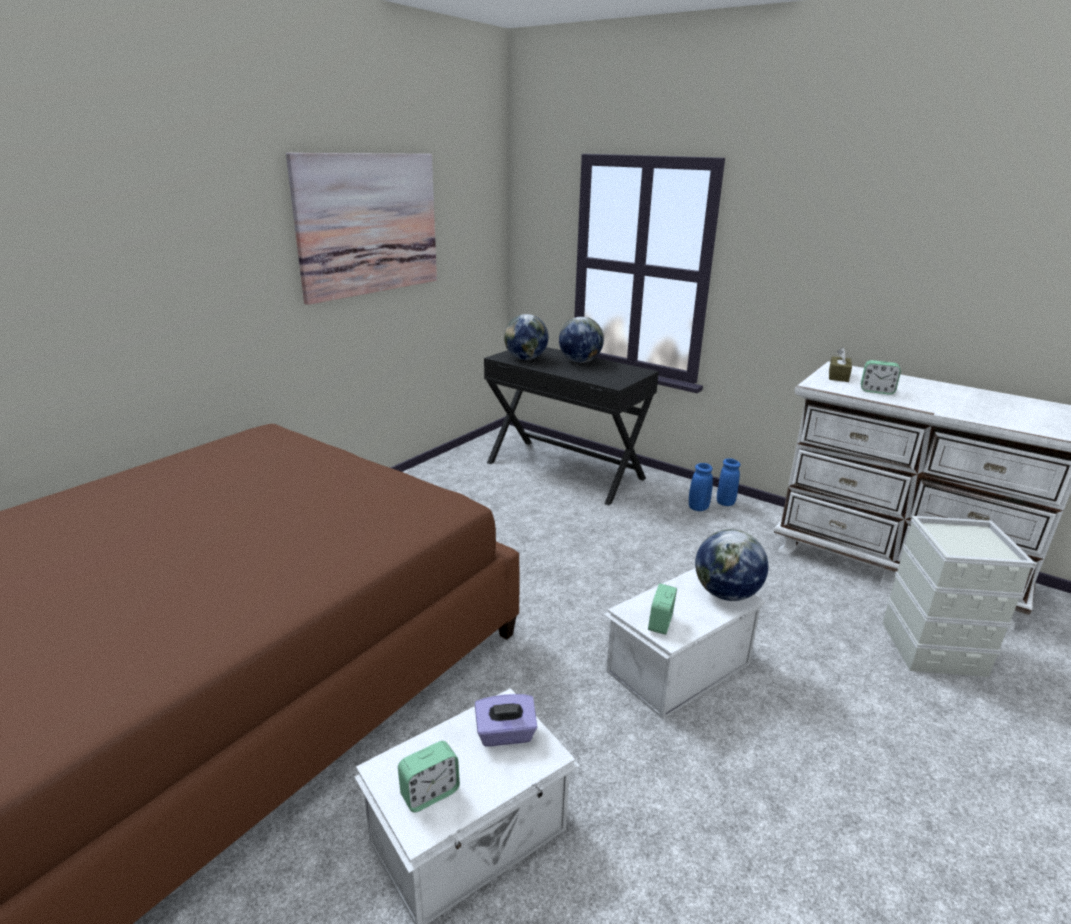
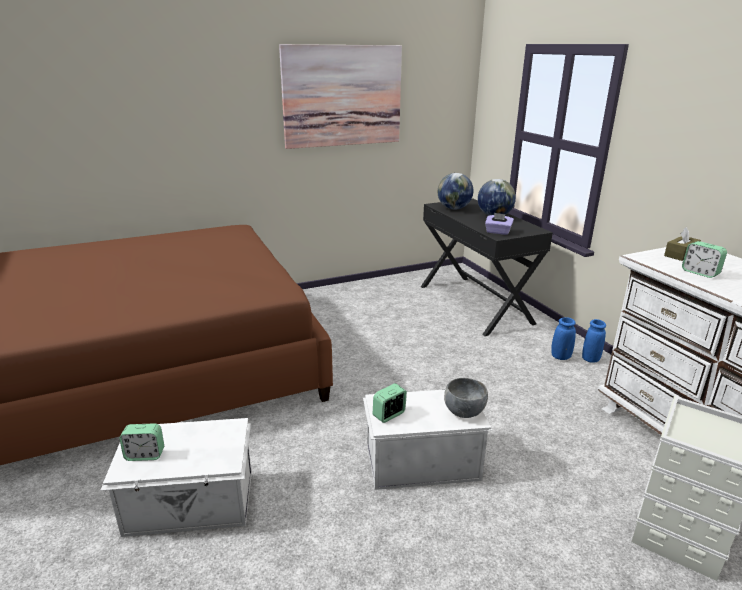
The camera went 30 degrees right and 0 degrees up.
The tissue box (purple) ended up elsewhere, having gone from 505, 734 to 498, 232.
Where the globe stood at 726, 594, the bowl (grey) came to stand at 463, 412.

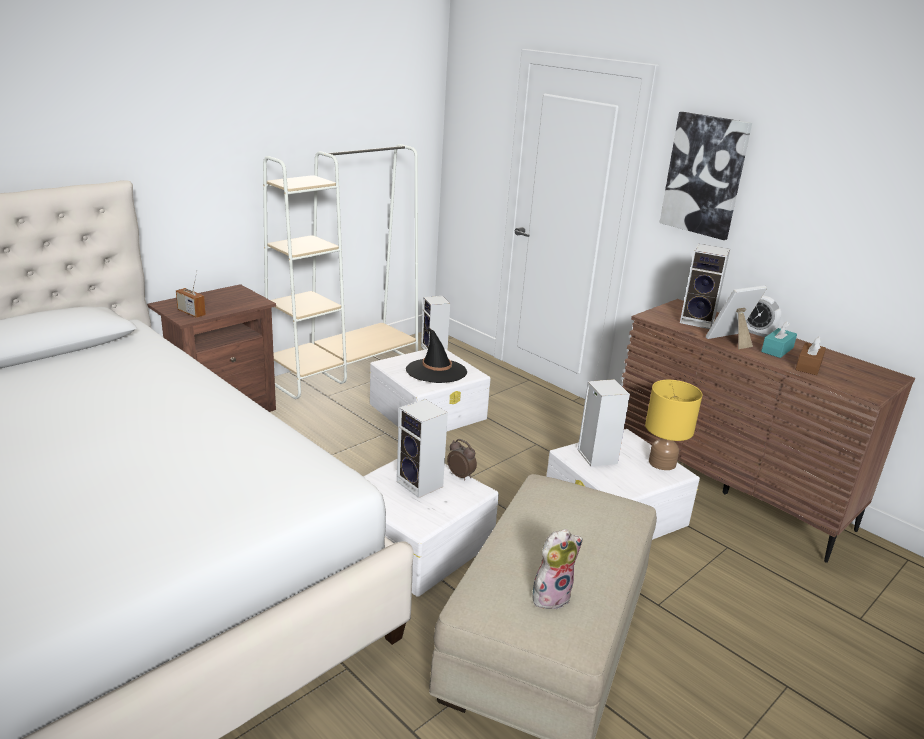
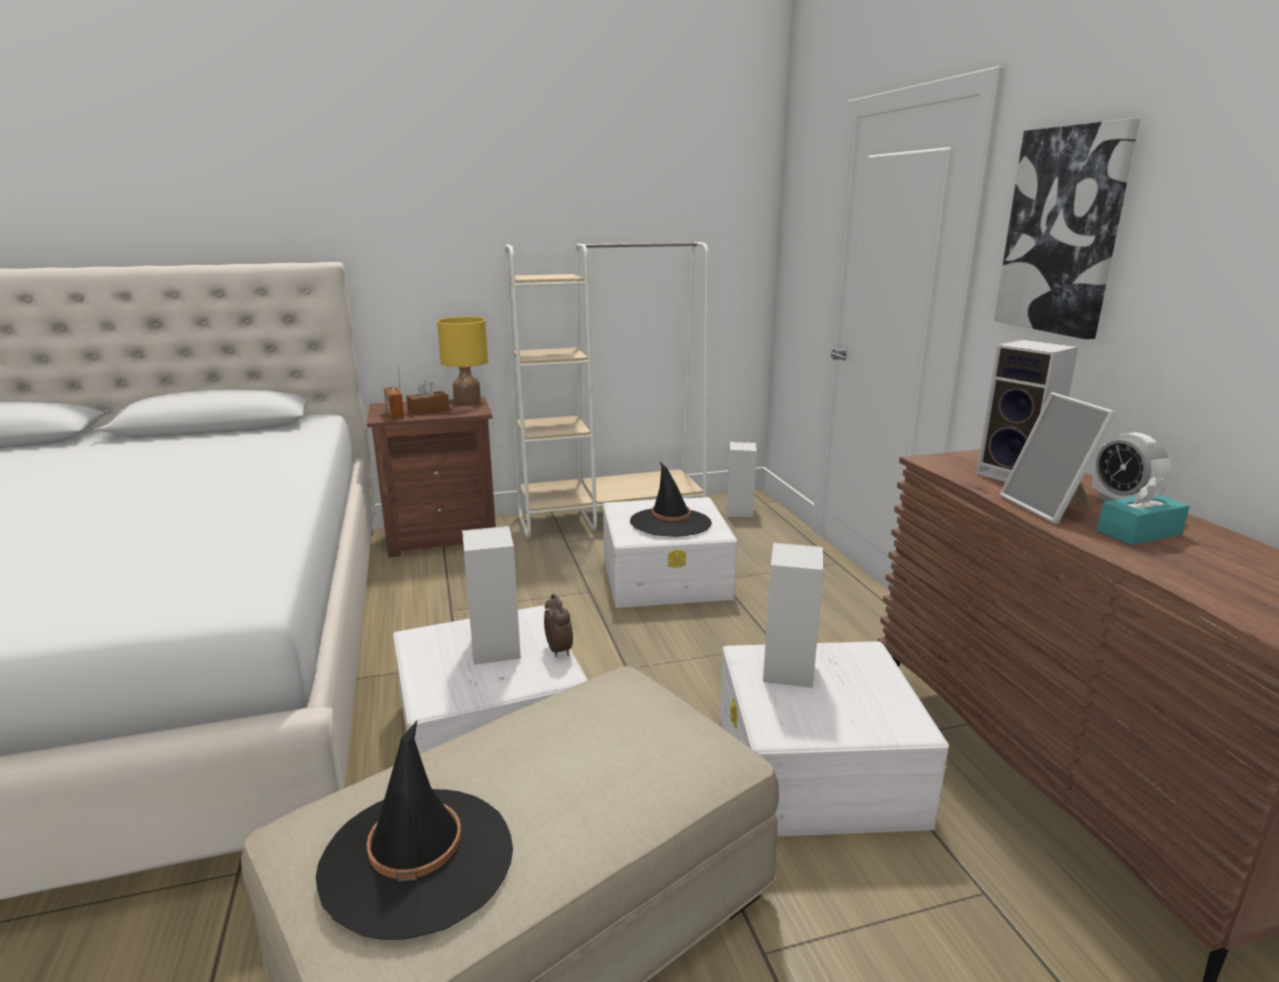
The camera went 30 degrees right and 5 degrees down.
The table lamp (yellow) ended up elsewhere, having gone from 661, 463 to 467, 400.
The tissue box (brown) ended up elsewhere, having gone from 808, 366 to 428, 410.
Where the plush toy stood at 551, 595, the hat (black) came to stand at 418, 859.
The picture frame at 731, 341 ended up facing another way, 105 degrees counterclockwise from before.

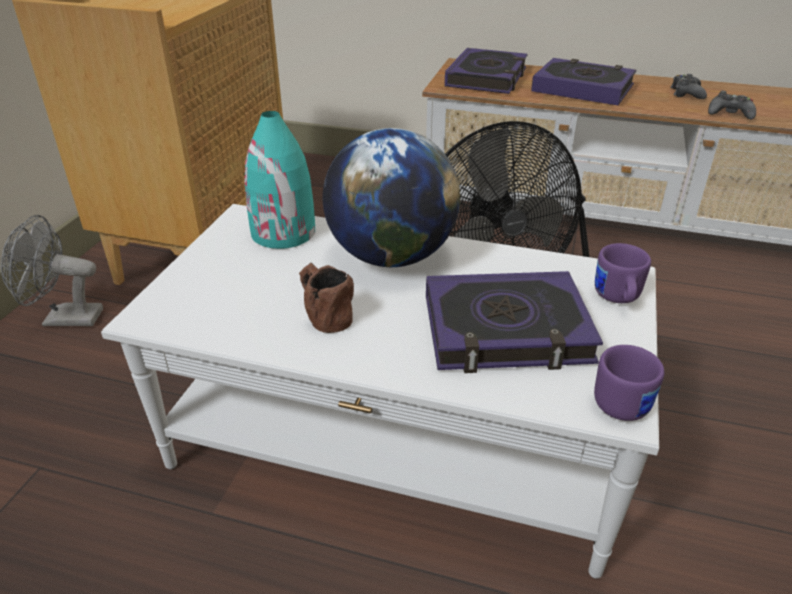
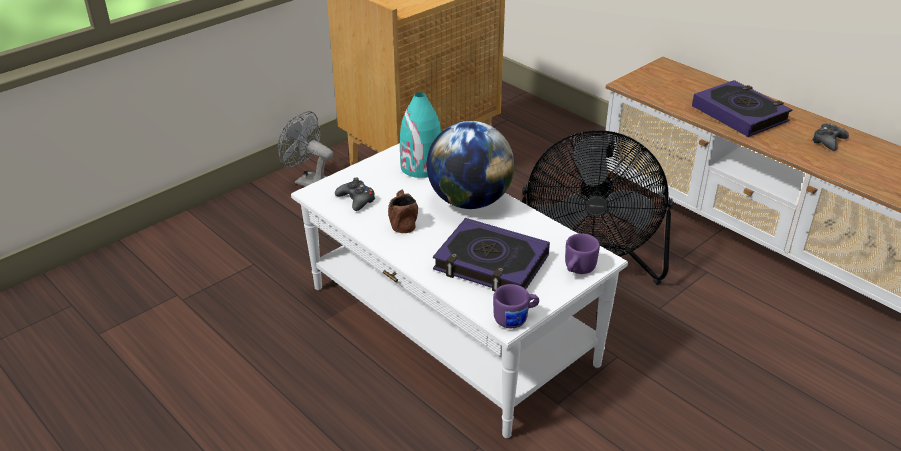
The camera went 30 degrees right and 0 degrees up.
The second view lost the book at 487, 78.
The game controller (black) ended up elsewhere, having gone from 730, 113 to 356, 200.

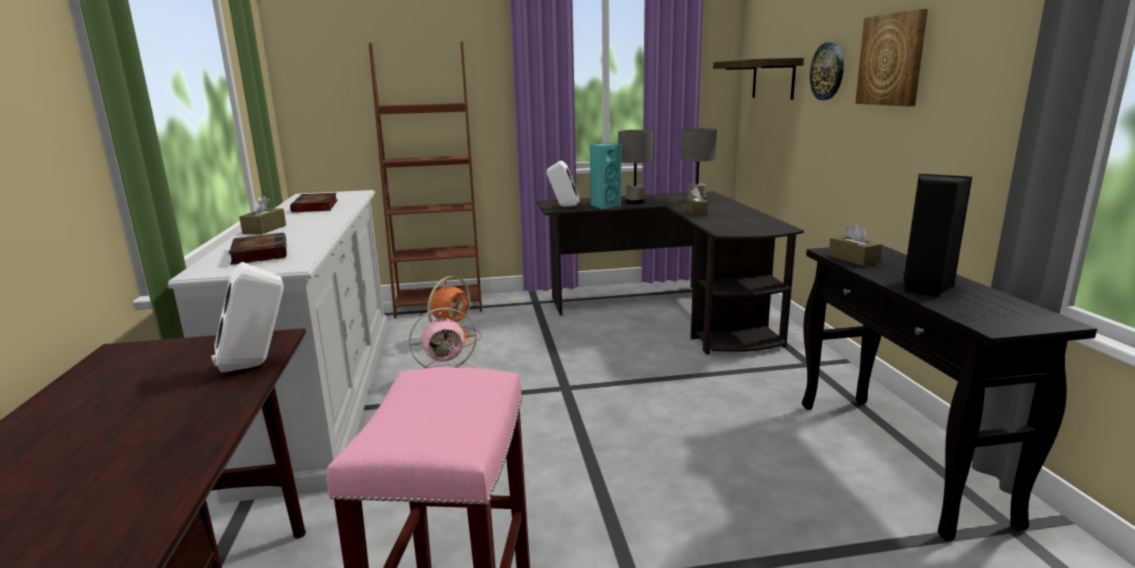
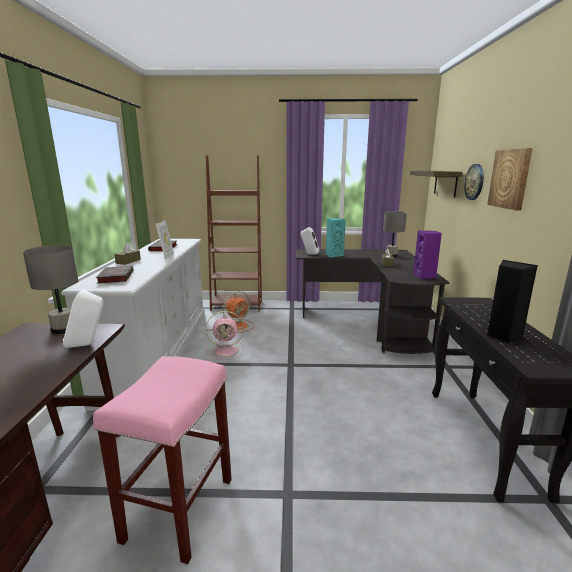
The camera went 10 degrees right and 0 degrees up.
The second view lost the tissue box (brown) at 853, 259.
The second view gained the picture frame at 166, 256.
The second view gained the speaker (purple) at 424, 276.
The table lamp (grey) ended up elsewhere, having gone from 635, 202 to 64, 329.

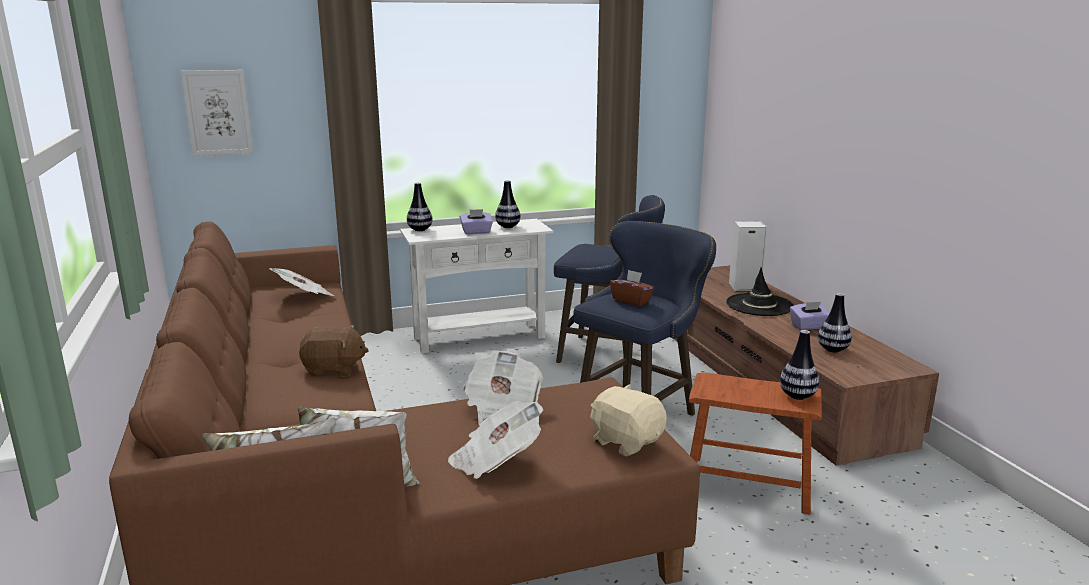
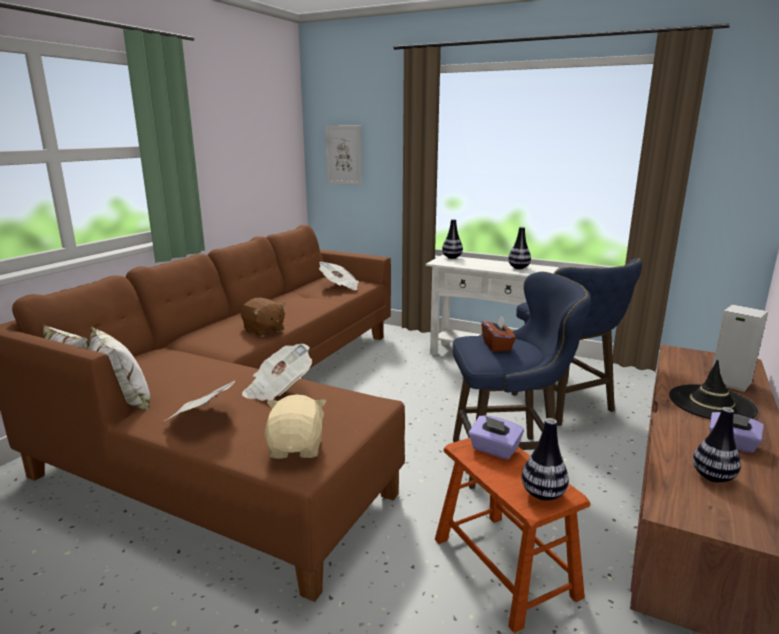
The camera went 45 degrees right and 0 degrees up.
The tissue box (purple) ended up elsewhere, having gone from 476, 232 to 494, 449.

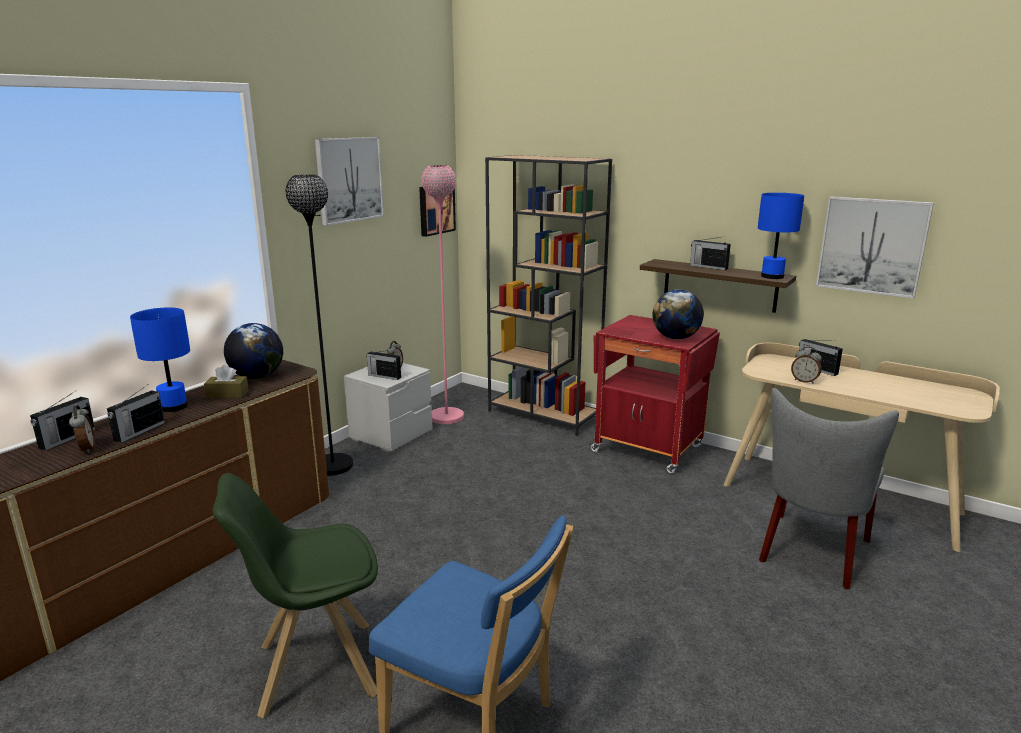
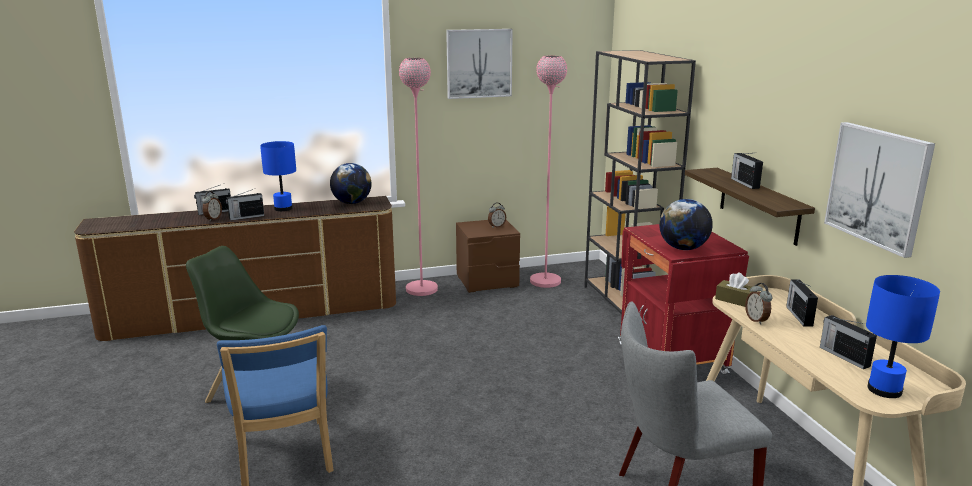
The camera went 40 degrees right and 0 degrees up.
The second view lost the picture at 435, 209.
The tissue box (brown) ended up elsewhere, having gone from 227, 394 to 735, 300.
The radio ended up elsewhere, having gone from 384, 376 to 843, 356.
The table lamp (blue) ended up elsewhere, having gone from 772, 276 to 884, 389.
What was the floor lamp (black) at 333, 466 turned into the floor lamp (pink) at 422, 289.
What was the nightstand (white) at 390, 435 turned into the nightstand (brown) at 486, 281.

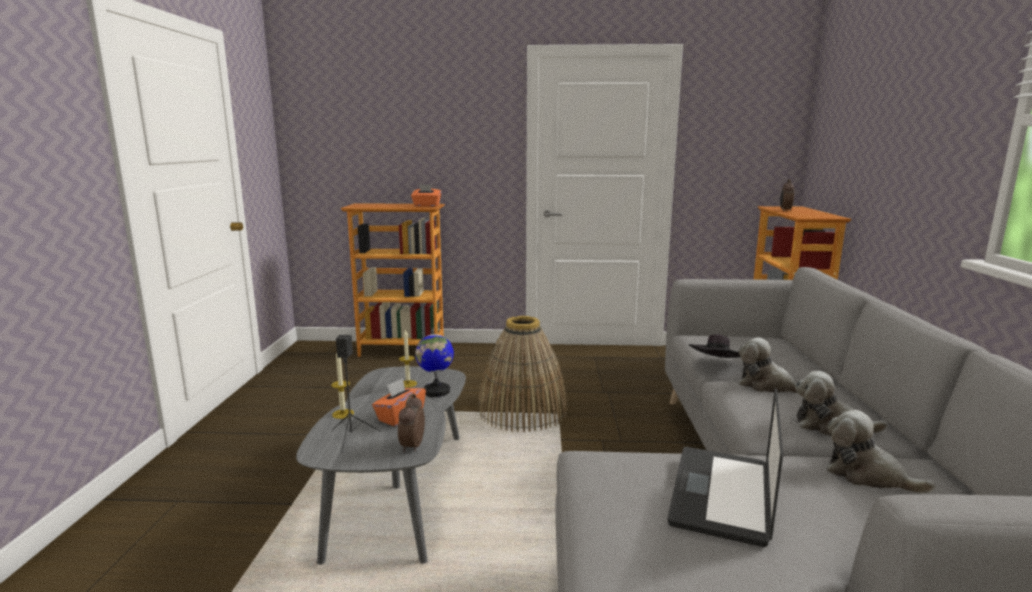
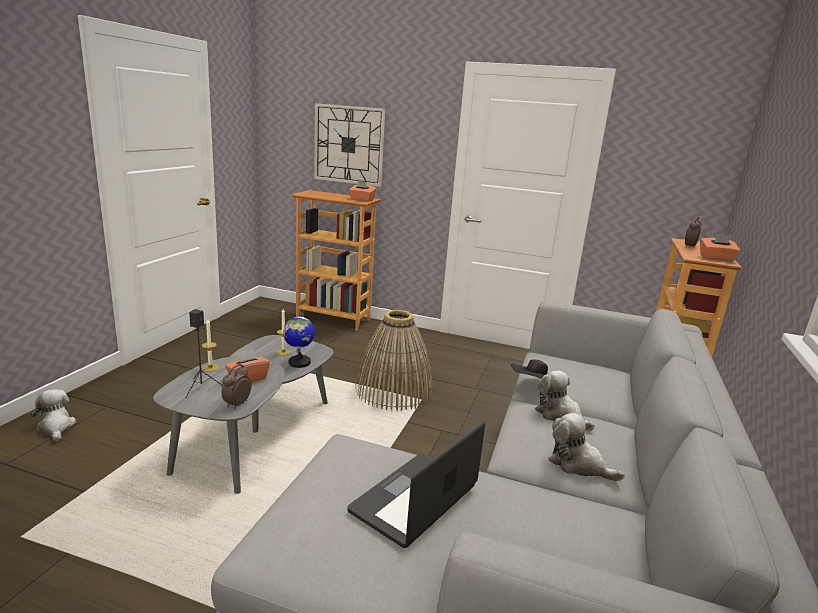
The camera went 15 degrees right and 5 degrees up.
The second view gained the wall clock at 349, 145.
The second view gained the tissue box (orange) at 716, 258.
The plush toy ended up elsewhere, having gone from 867, 475 to 56, 427.

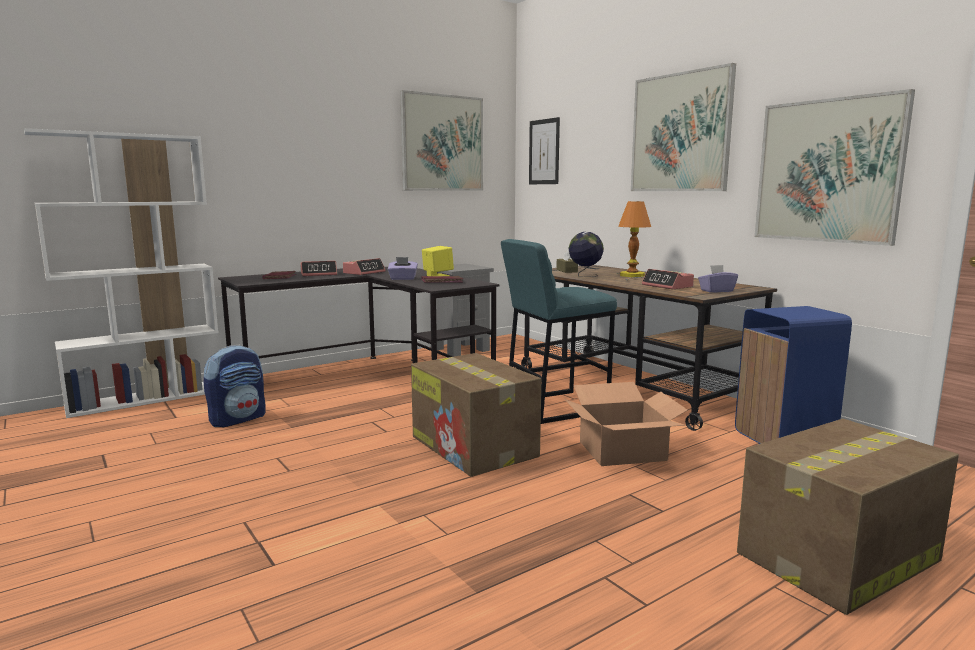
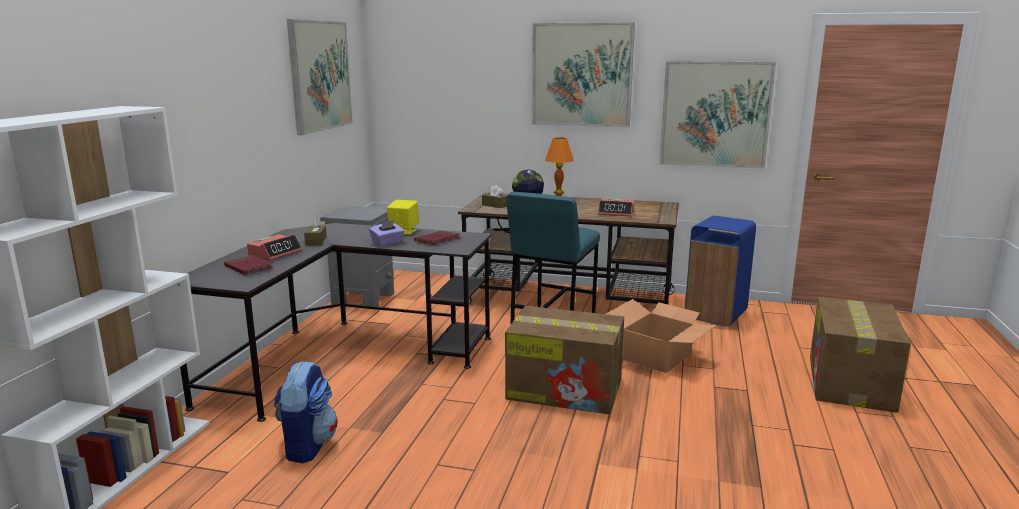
The camera went 40 degrees left and 5 degrees up.
The second view lost the picture at 544, 152.
The second view lost the tissue box (purple) at 716, 291.
Where the alarm clock stood at 364, 272, the tissue box (brown) came to stand at 316, 241.

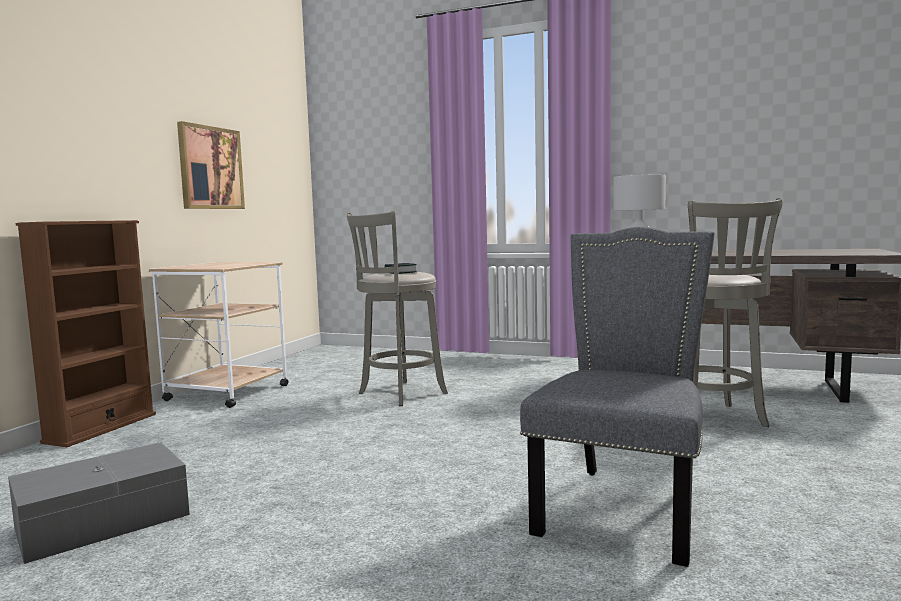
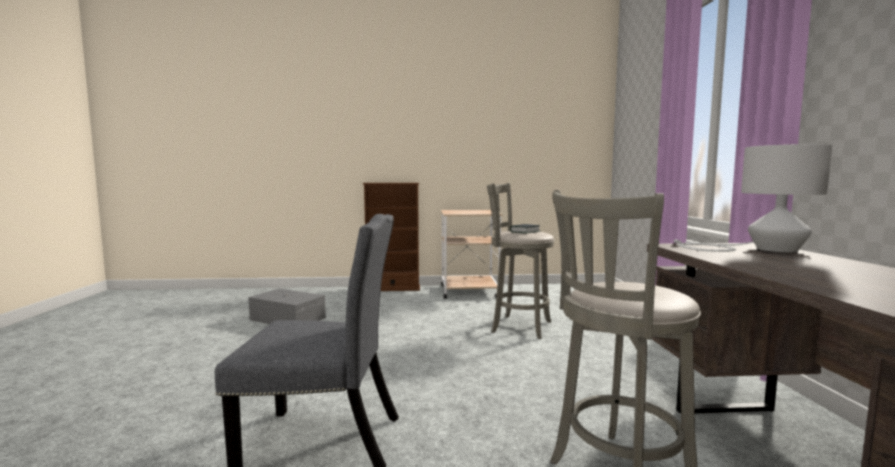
The camera went 65 degrees right and 0 degrees up.
The second view lost the picture at 210, 168.

